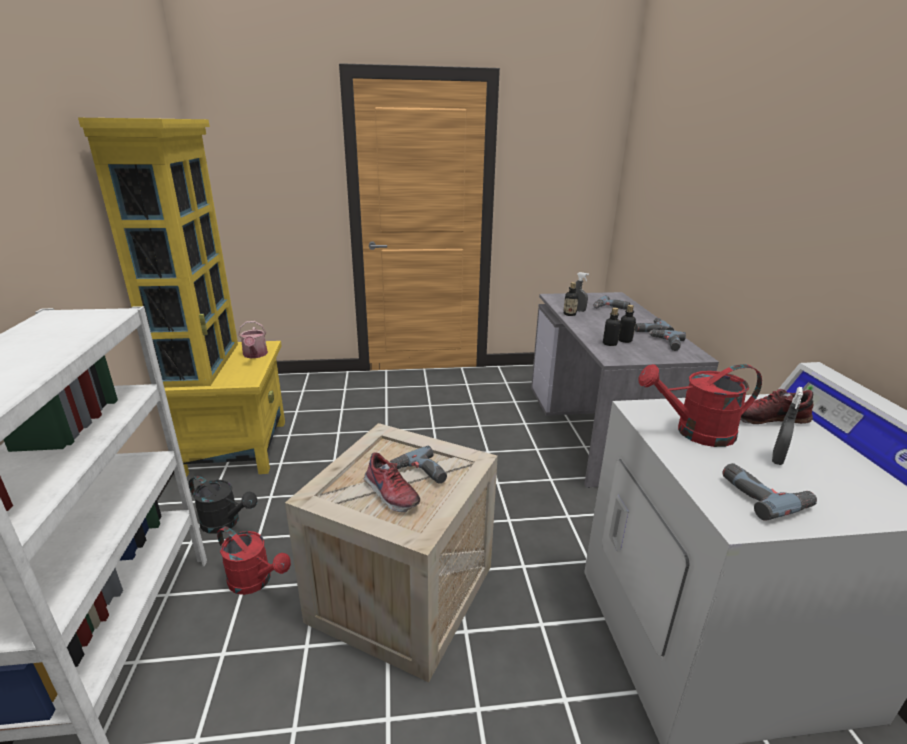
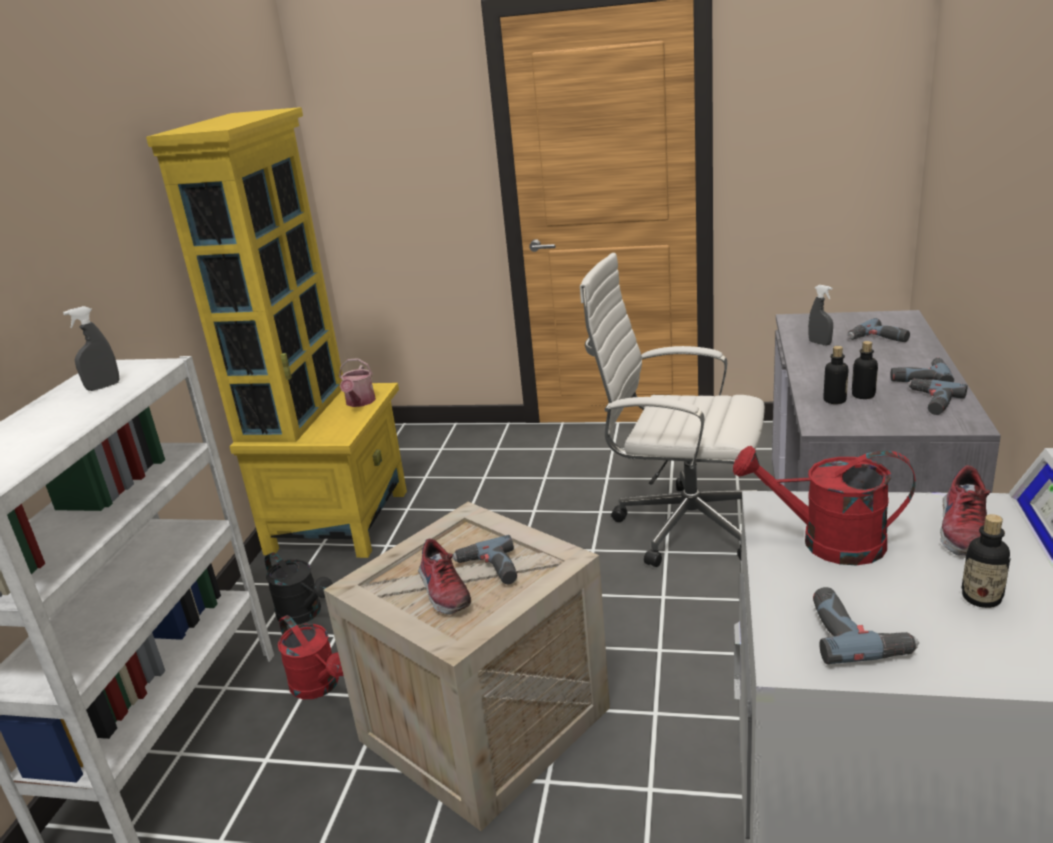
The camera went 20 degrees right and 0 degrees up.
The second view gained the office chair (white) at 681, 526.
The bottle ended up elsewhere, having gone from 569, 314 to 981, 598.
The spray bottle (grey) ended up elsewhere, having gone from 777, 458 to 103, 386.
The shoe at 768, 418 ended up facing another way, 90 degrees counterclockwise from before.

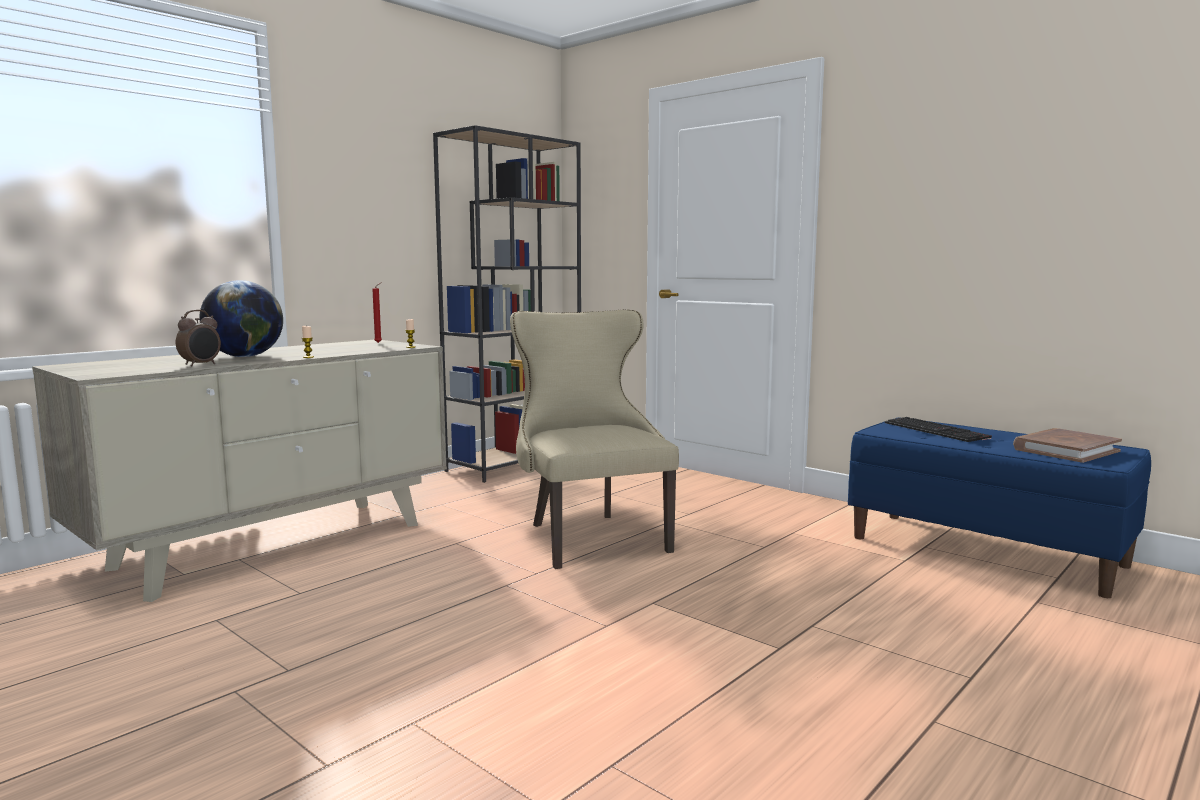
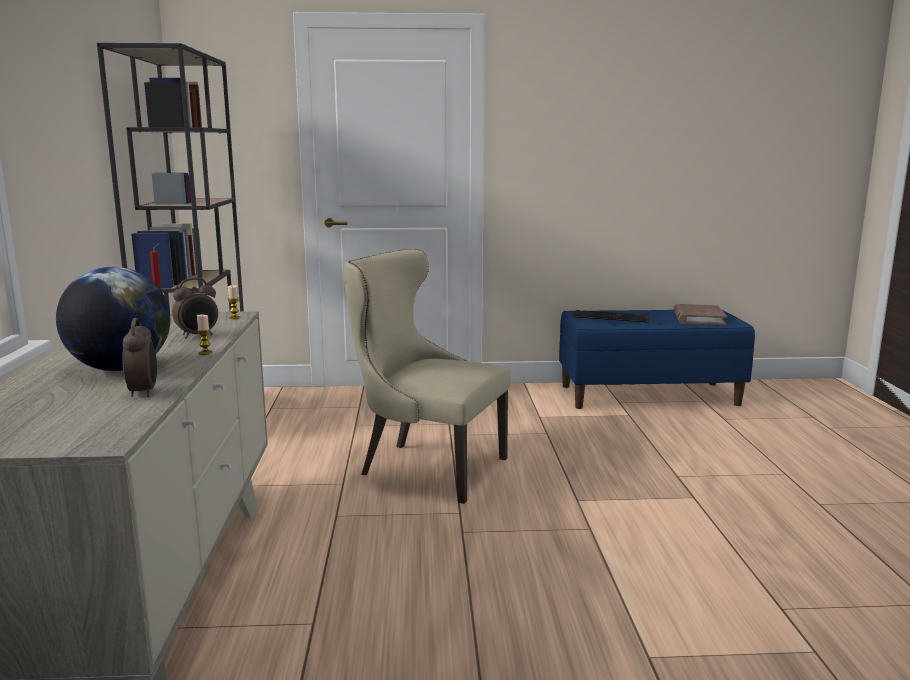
The camera went 45 degrees left and 5 degrees up.
The second view gained the alarm clock at 198, 336.

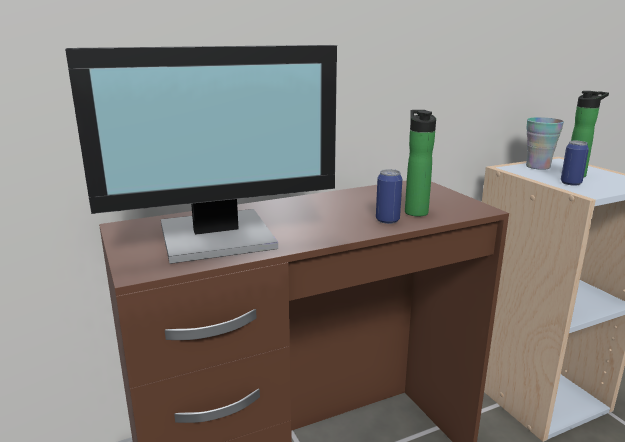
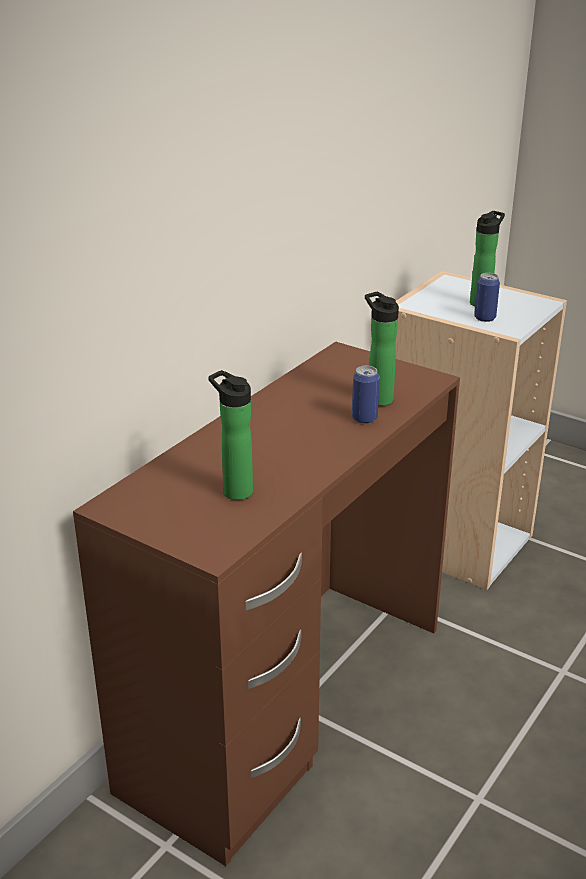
The camera went 30 degrees left and 10 degrees up.
The second view lost the cup at 538, 167.
Where the monitor stood at 219, 238, the bottle came to stand at 234, 490.

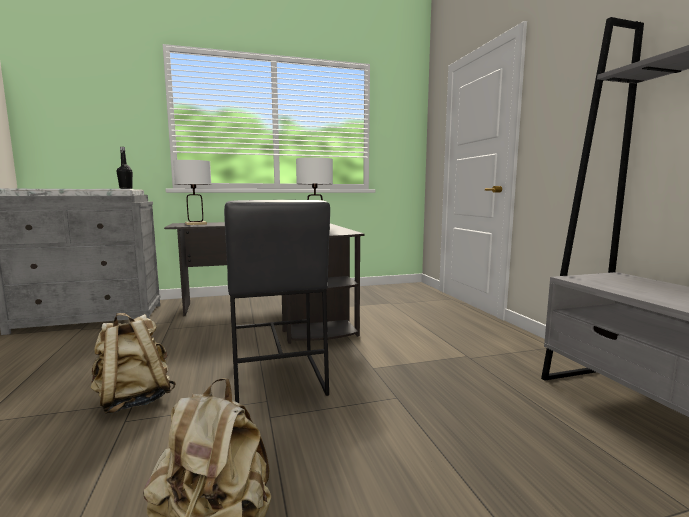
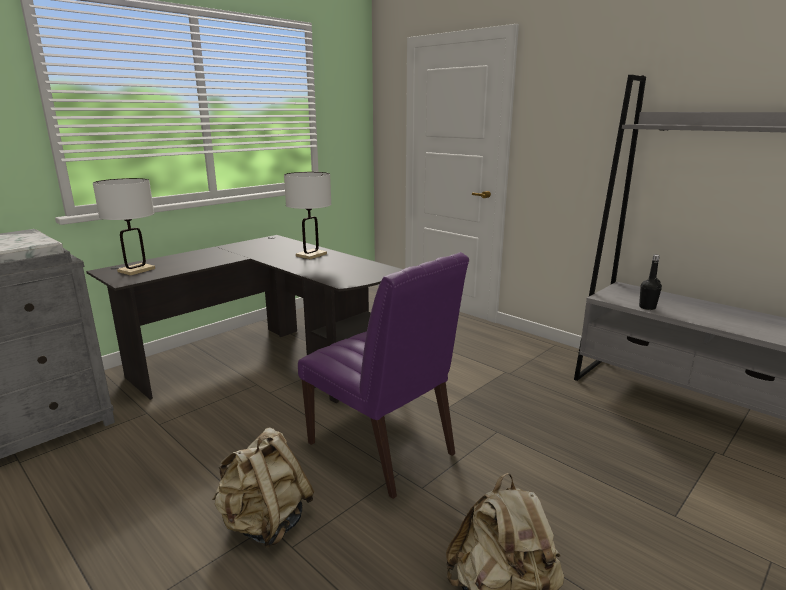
The camera went 30 degrees left and 10 degrees up.
The bottle (black) ended up elsewhere, having gone from 126, 188 to 647, 307.
Where the stool (grey) stood at 278, 379, the chair (purple) came to stand at 379, 448.

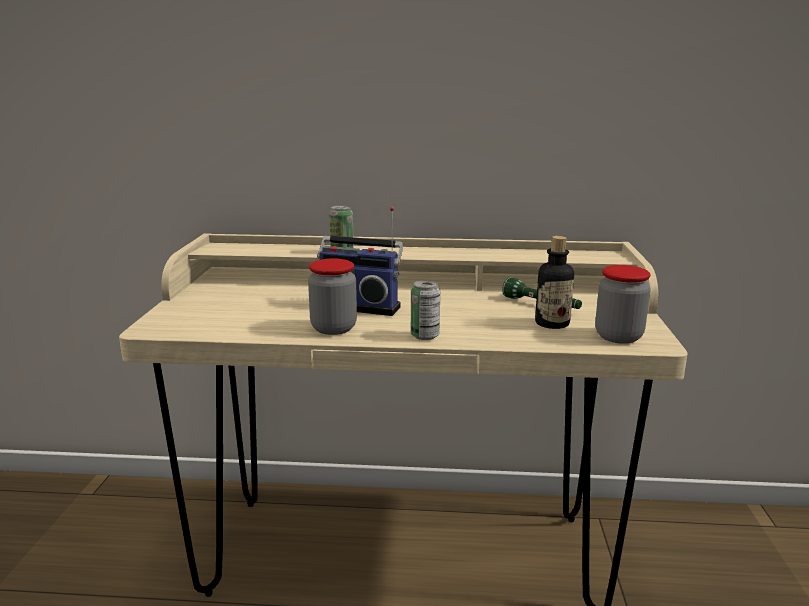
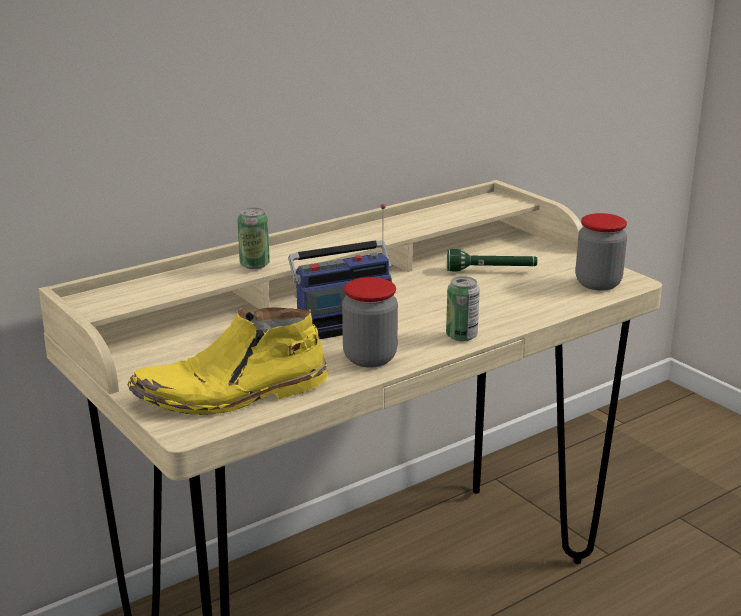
The camera went 40 degrees left and 5 degrees up.
The second view lost the bottle at 552, 323.
The second view gained the boot (yellow) at 232, 394.

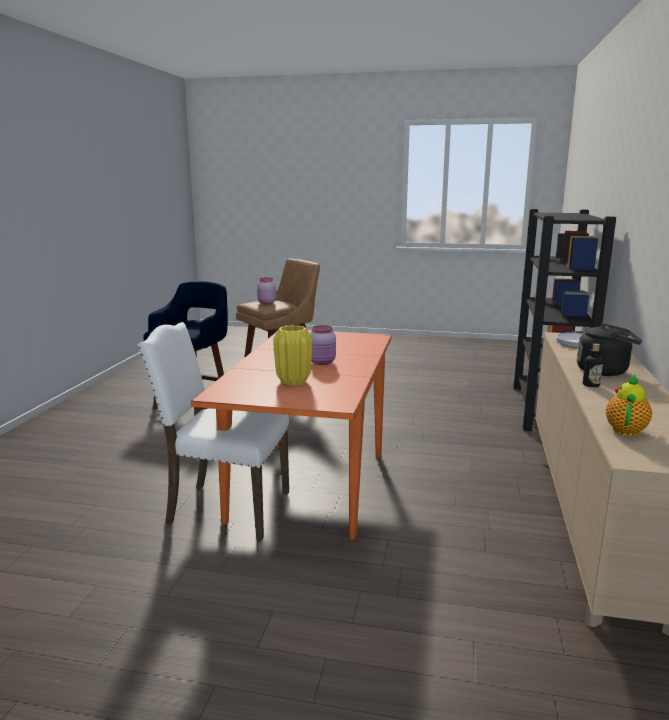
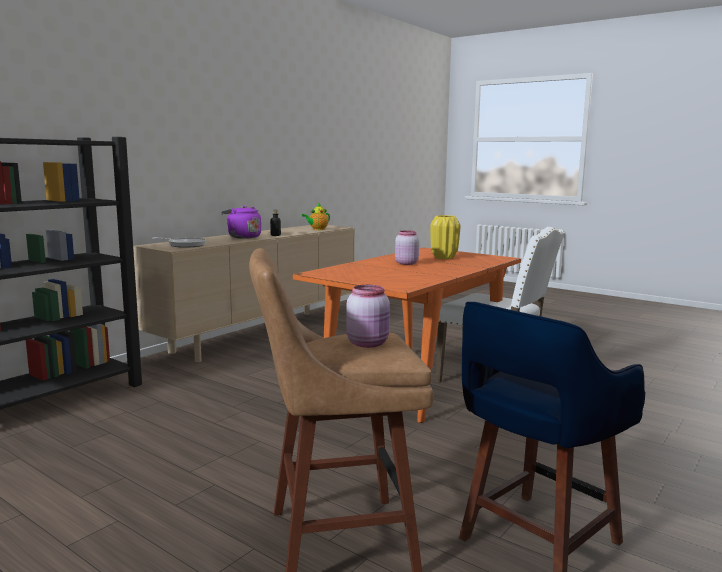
The camera went 155 degrees left and 5 degrees down.
What was the kettle (black) at 605, 371 turned into the kettle (purple) at 242, 237.

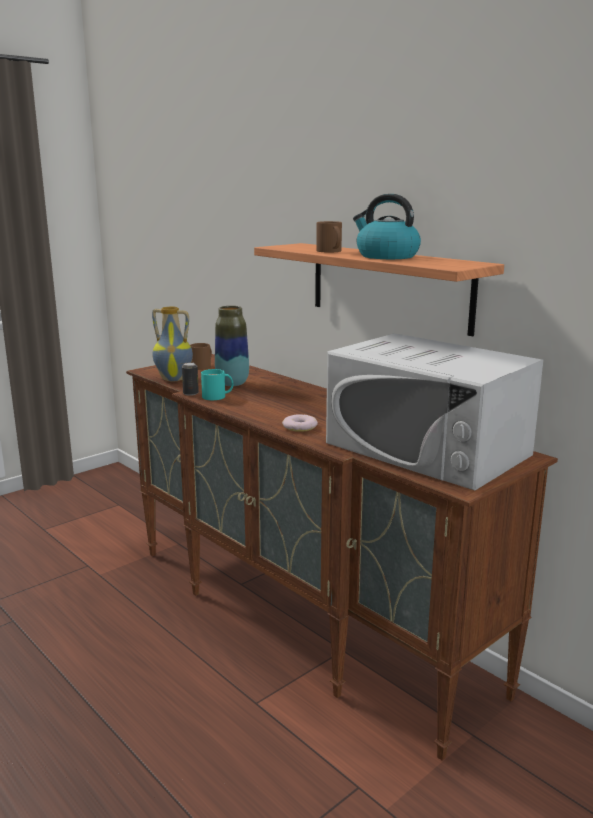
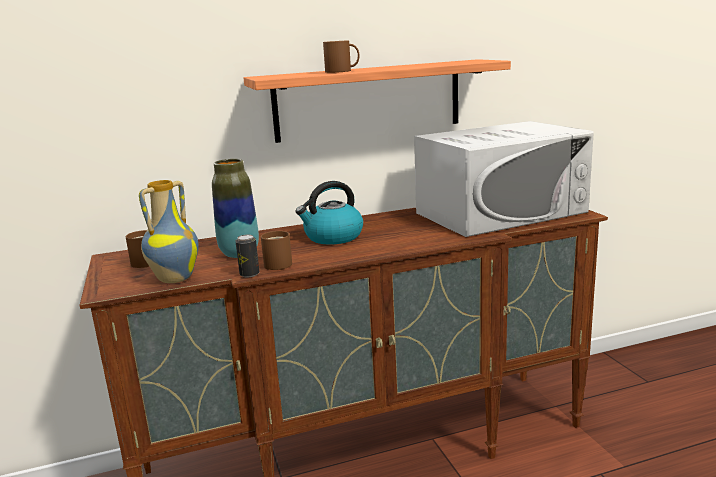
The camera went 65 degrees left and 0 degrees up.
The second view lost the donut at 299, 427.
The kettle ended up elsewhere, having gone from 386, 256 to 333, 237.
What was the mug (turquoise) at 216, 397 turned into the mug (brown) at 280, 264.

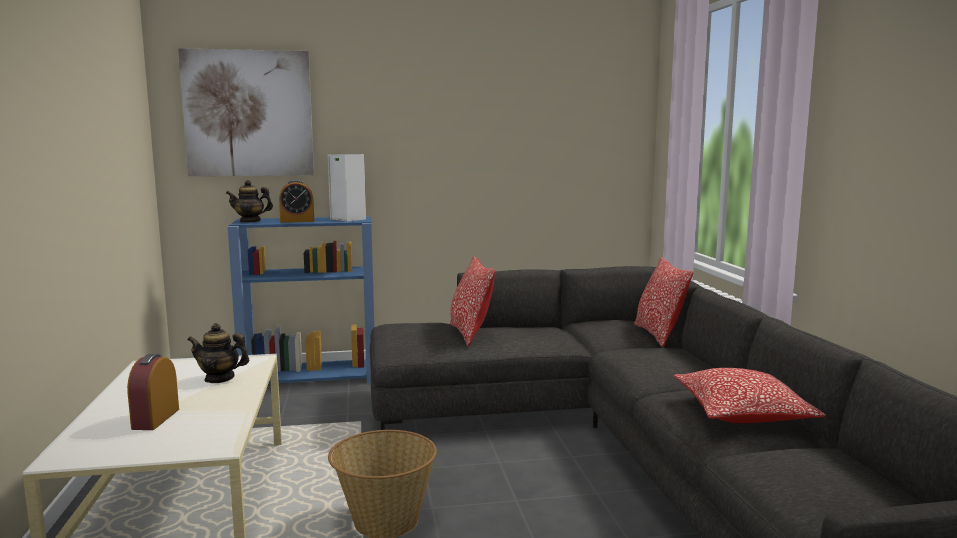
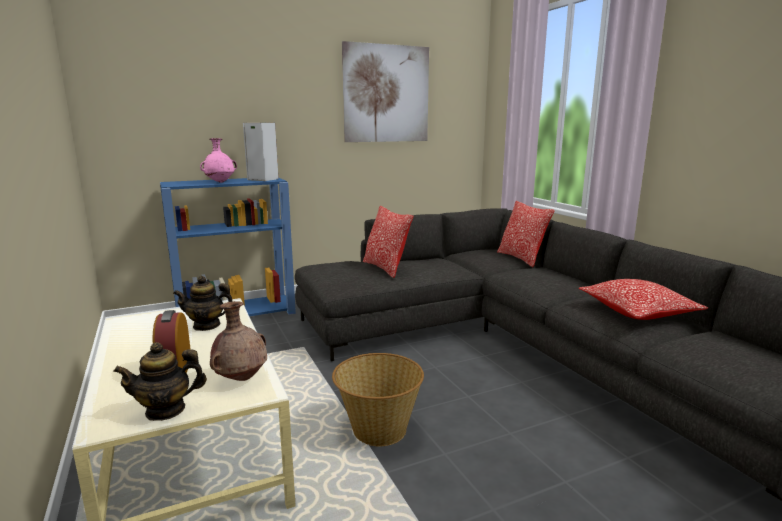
The camera went 15 degrees left and 5 degrees up.
The second view gained the vase (brown) at 242, 378.
The picture ended up elsewhere, having gone from 248, 113 to 386, 94.
The teapot ended up elsewhere, having gone from 250, 221 to 166, 410.
Where the alarm clock stood at 297, 221, the vase (pink) came to stand at 220, 182.

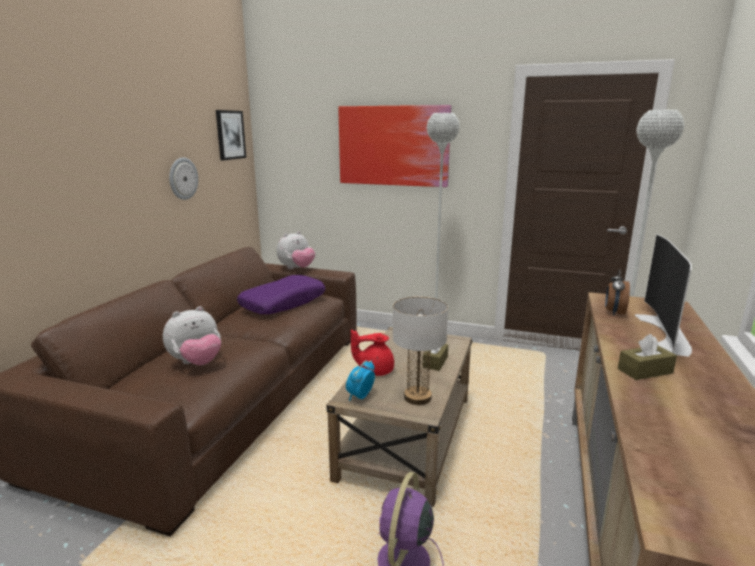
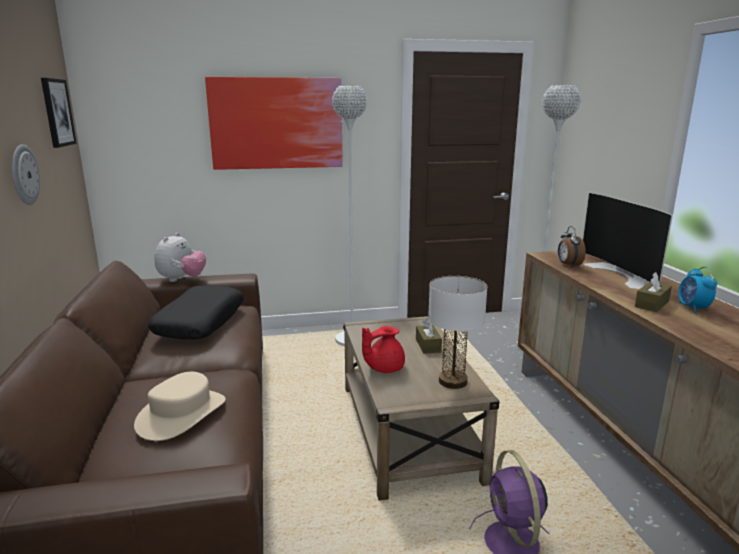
The camera went 30 degrees left and 0 degrees up.
The alarm clock ended up elsewhere, having gone from 360, 396 to 692, 308.
Where the plush toy stood at 196, 363, the hat (beige) came to stand at 181, 414.
What was the pillow (purple) at 283, 303 turned into the pillow (black) at 200, 322.

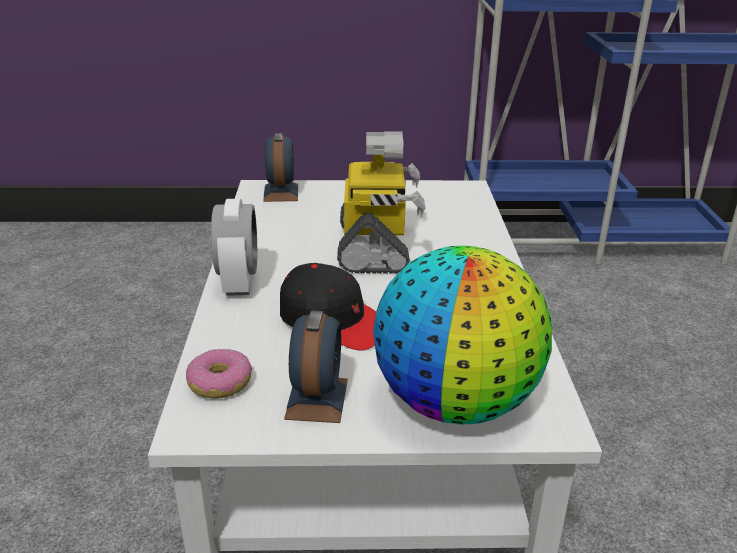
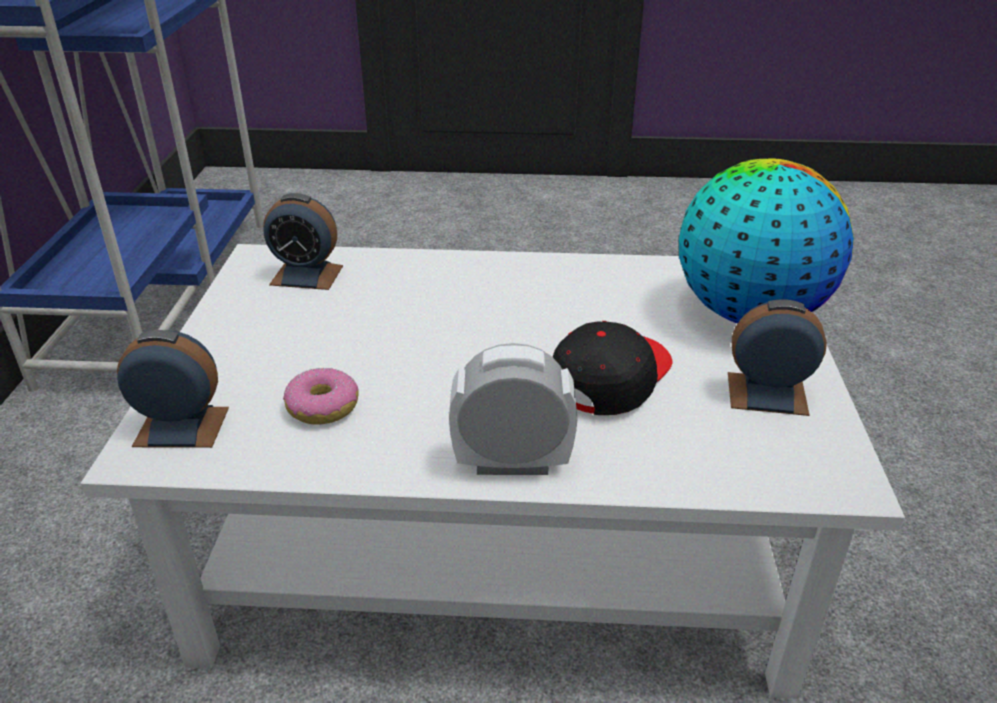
The camera went 85 degrees left and 5 degrees up.
The second view lost the toy robot at 375, 248.
The second view gained the alarm clock at 306, 275.
The donut ended up elsewhere, having gone from 220, 383 to 323, 407.

